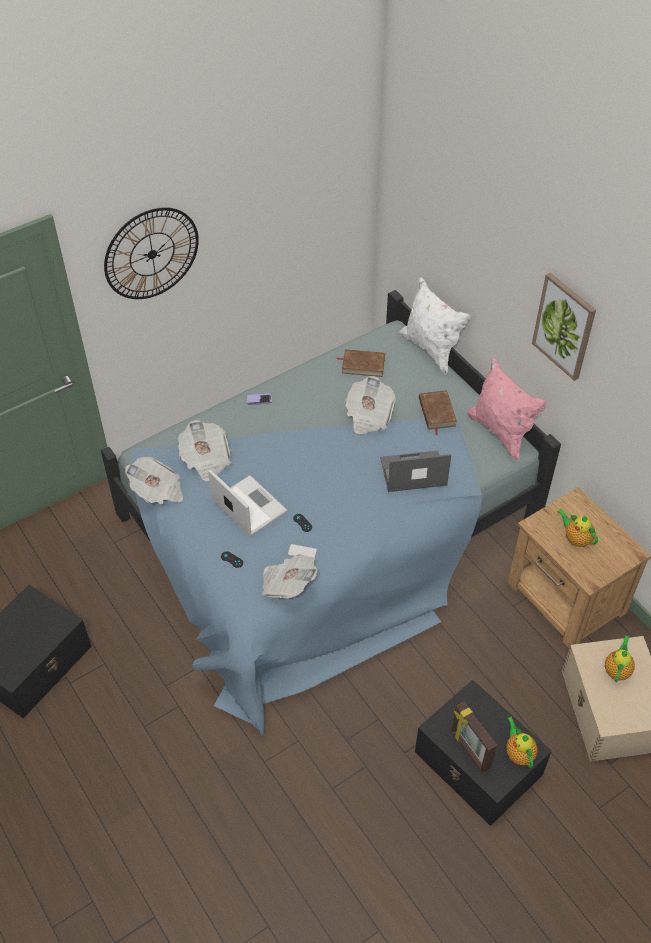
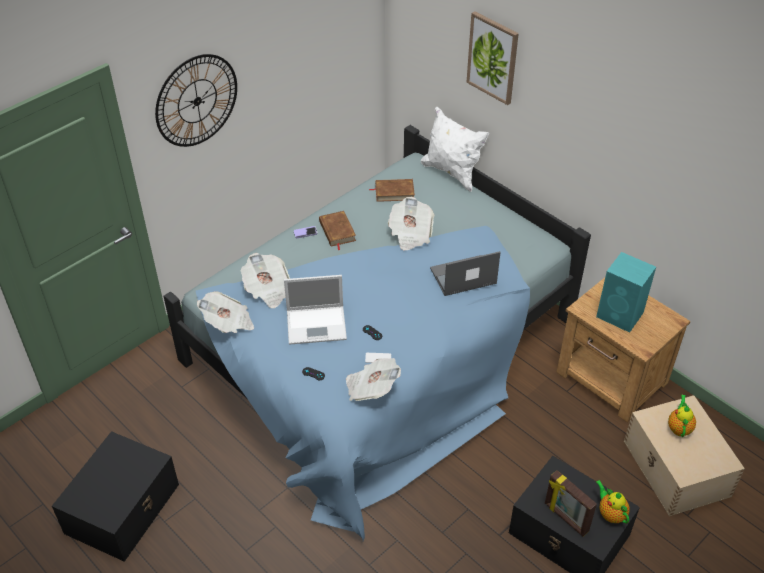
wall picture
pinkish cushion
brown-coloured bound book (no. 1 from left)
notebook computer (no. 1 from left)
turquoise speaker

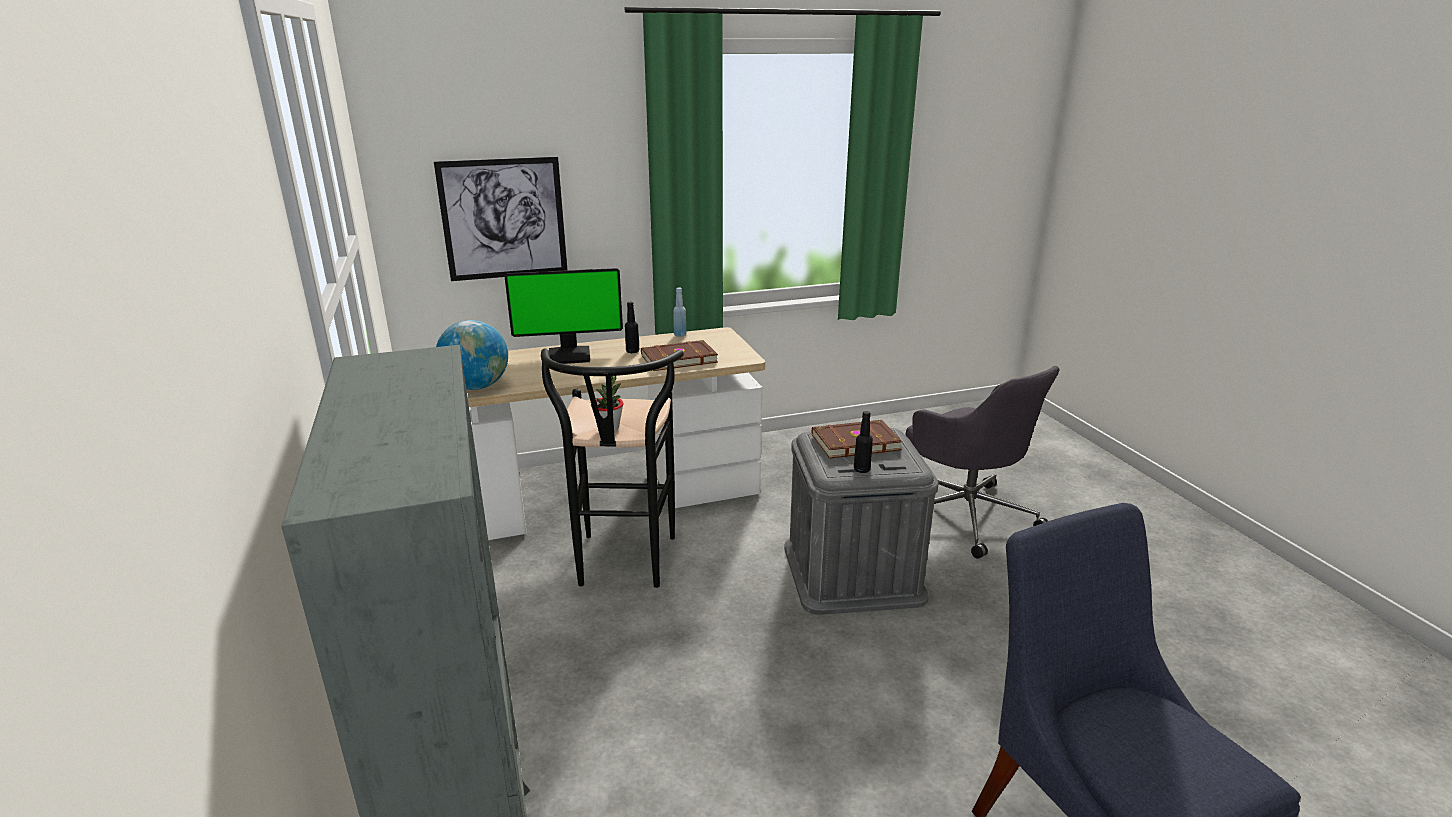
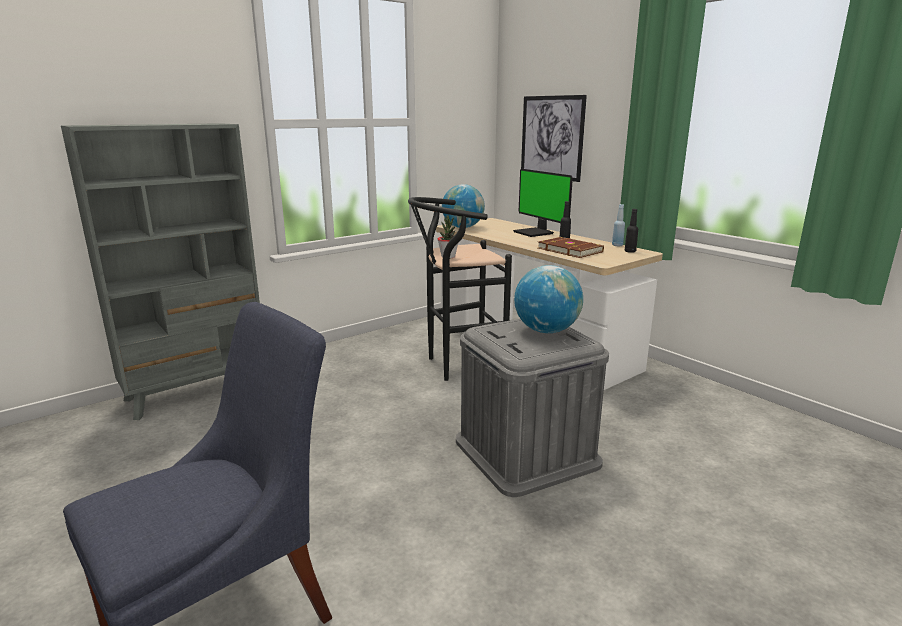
grey office chair
blackish drink bottle (no. 2 from left)
desk globe (no. 2 from left)

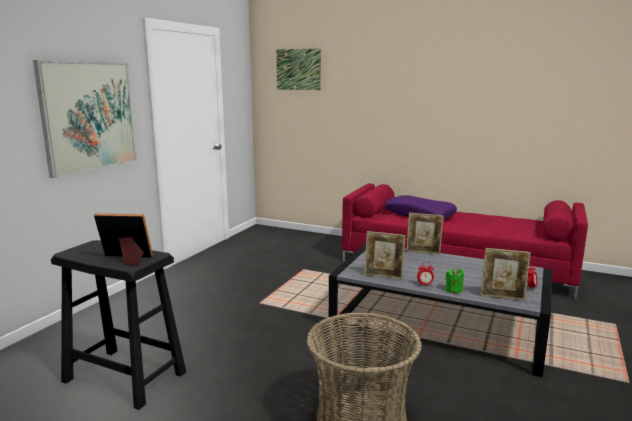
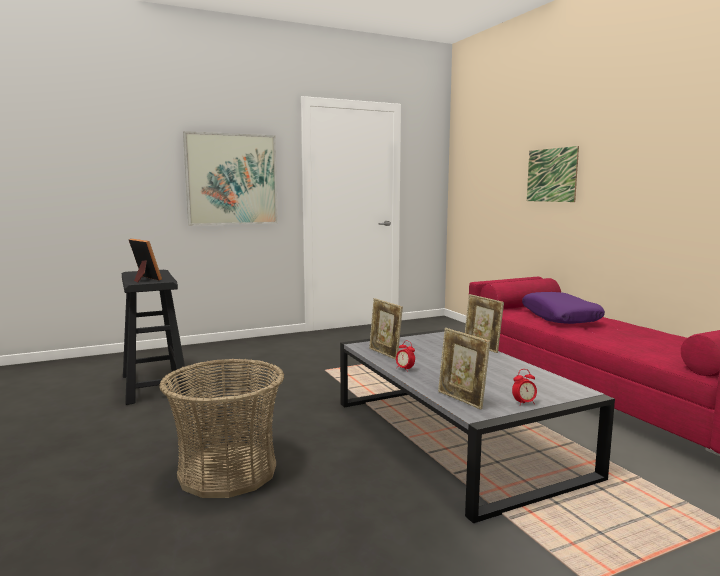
wall picture (no. 2 from left)
green wax light

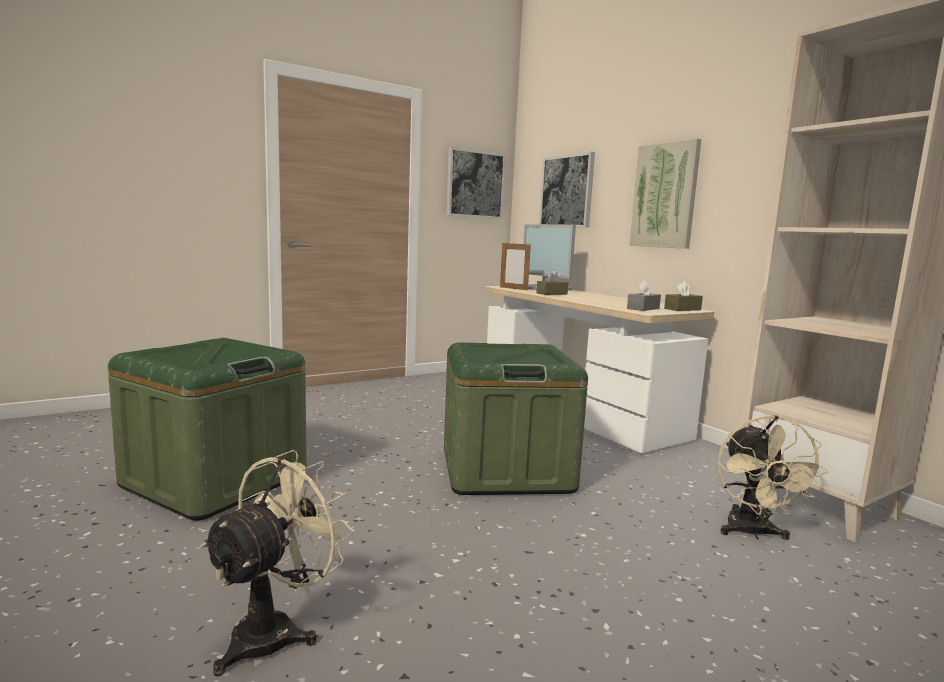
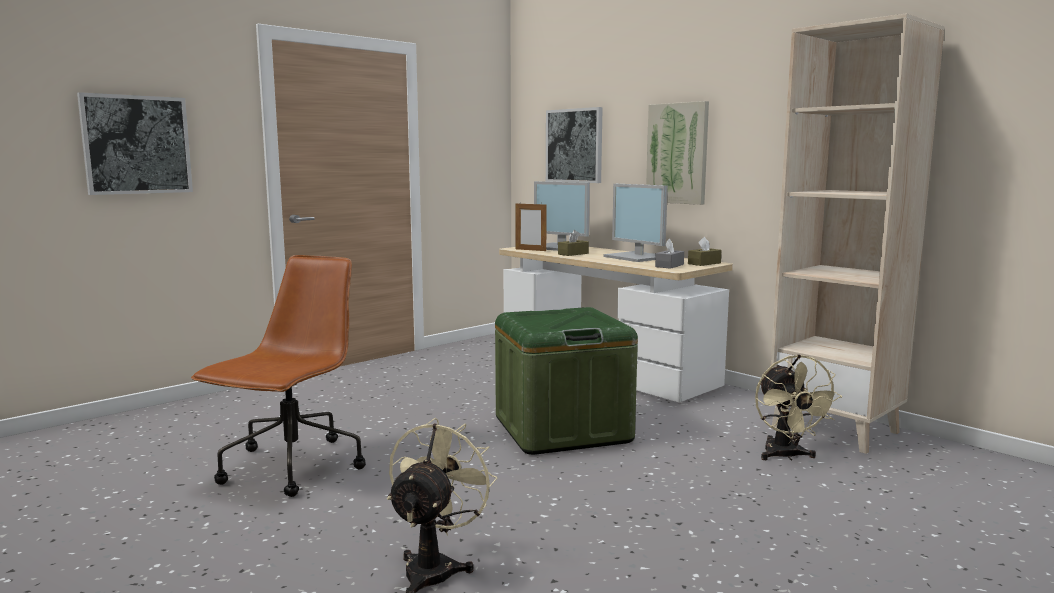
wall picture (no. 1 from left)
brown-coloured office chair
computer display (no. 2 from left)

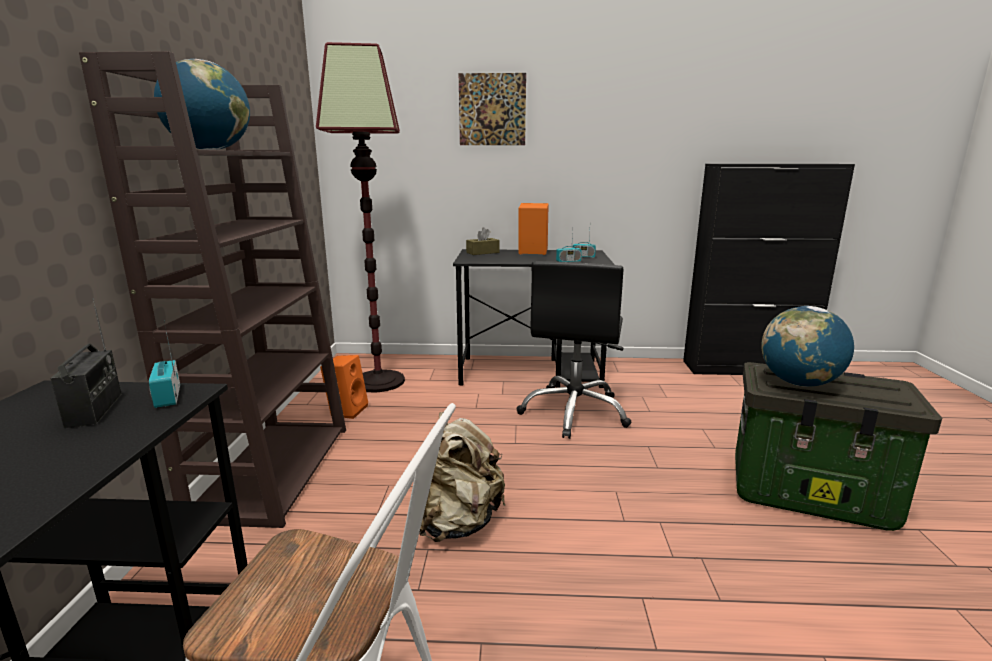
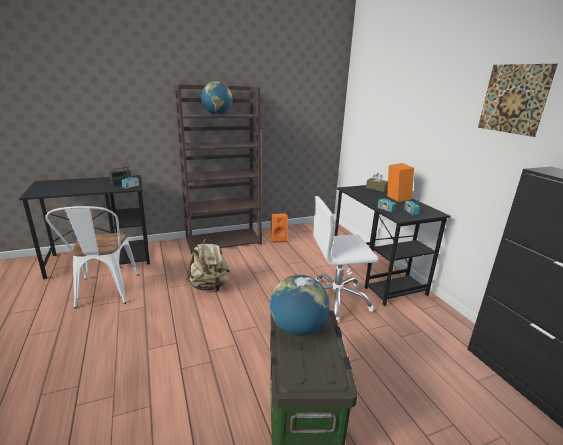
floor lamp
wall picture
white-coloured office chair

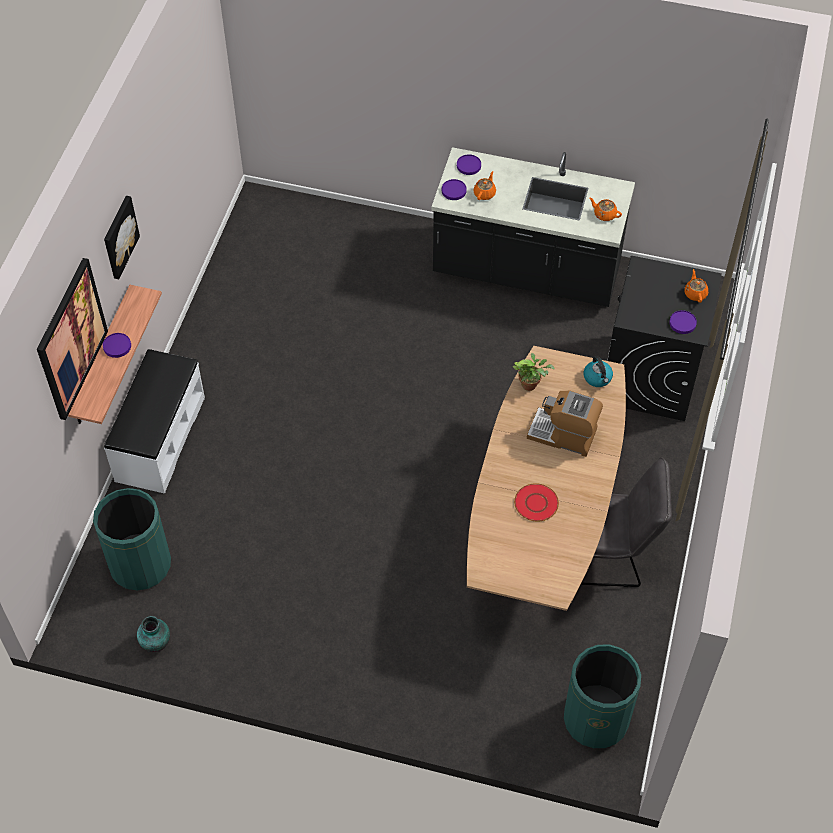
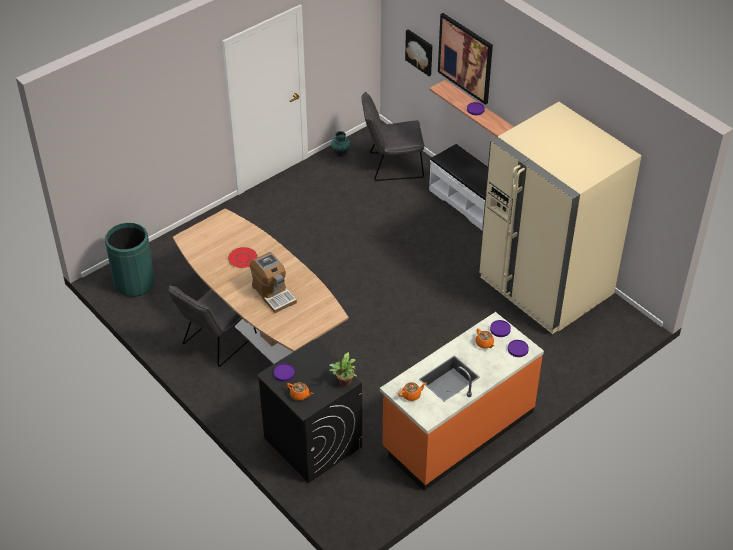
orange-coloured kitchen counter
wall picture (no. 1 from left)
plant in a pot
water kettle
coffee brewer
grey upright chair (no. 2 from left)
sand-coloured refrigerator

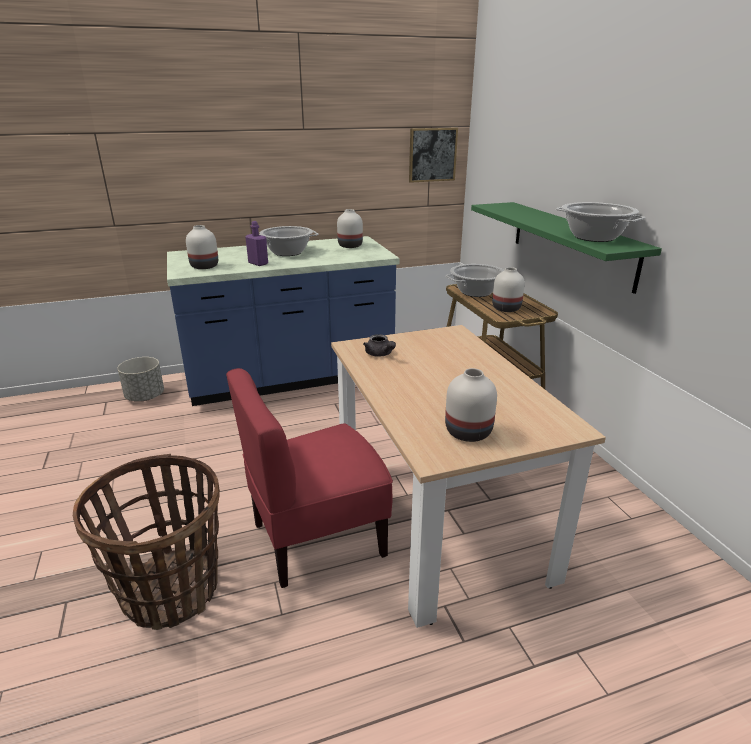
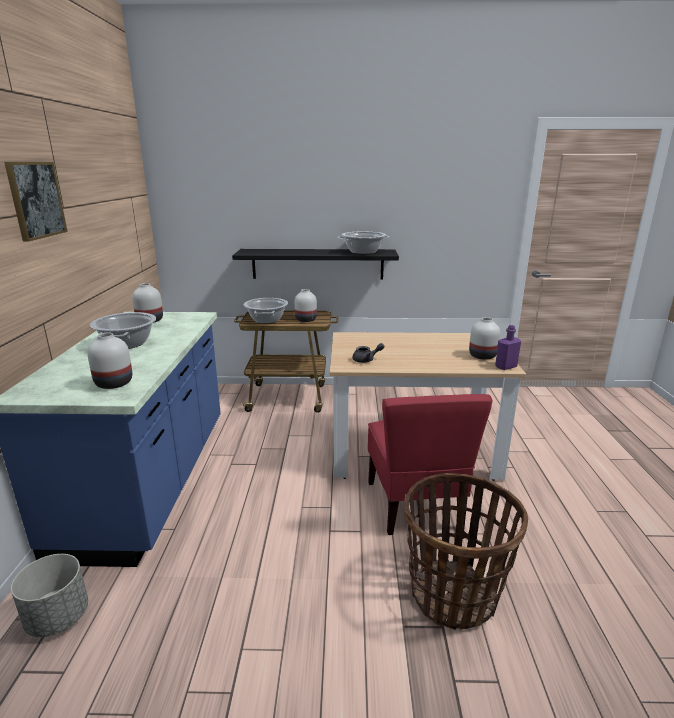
wall picture
blackish bracket shelf
purple-coloured drink bottle

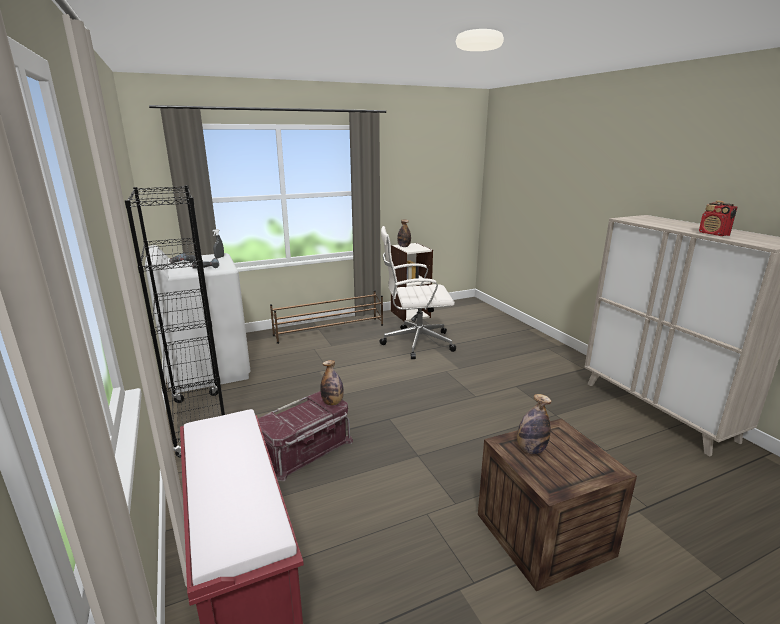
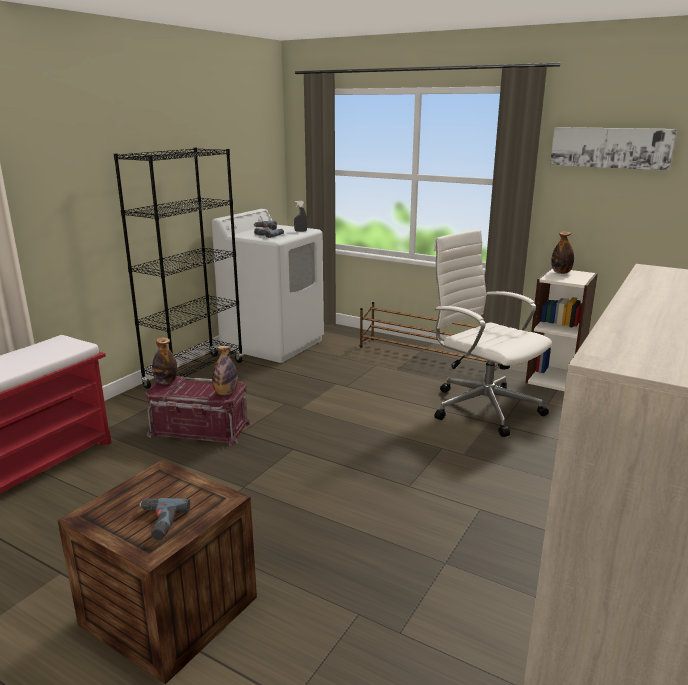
radio set
drink bottle (no. 1 from left)
wall picture
electric drill (no. 1 from left)

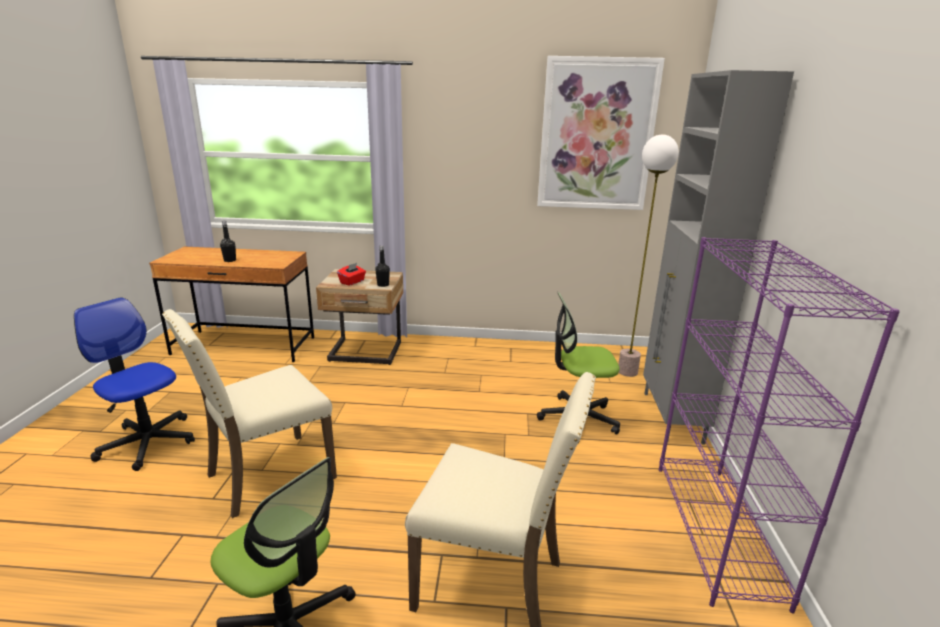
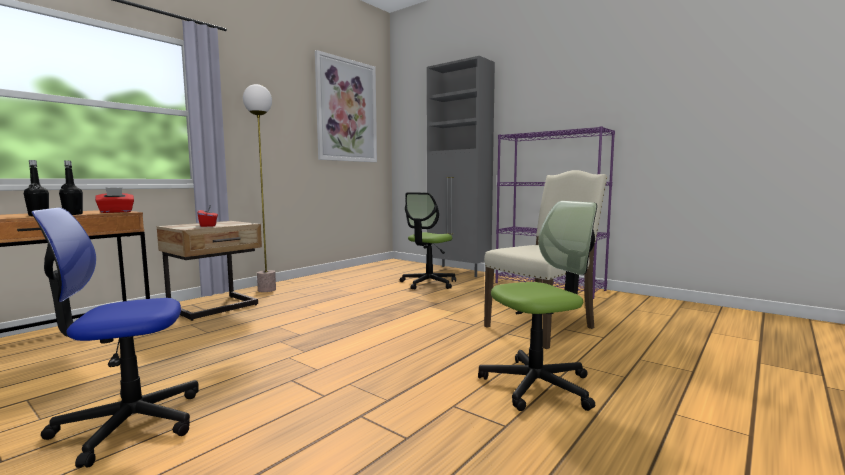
floor lamp
blackish drink bottle (no. 2 from left)
sand-coloured upright chair (no. 1 from left in the first image)
red box of tissues (no. 1 from left)

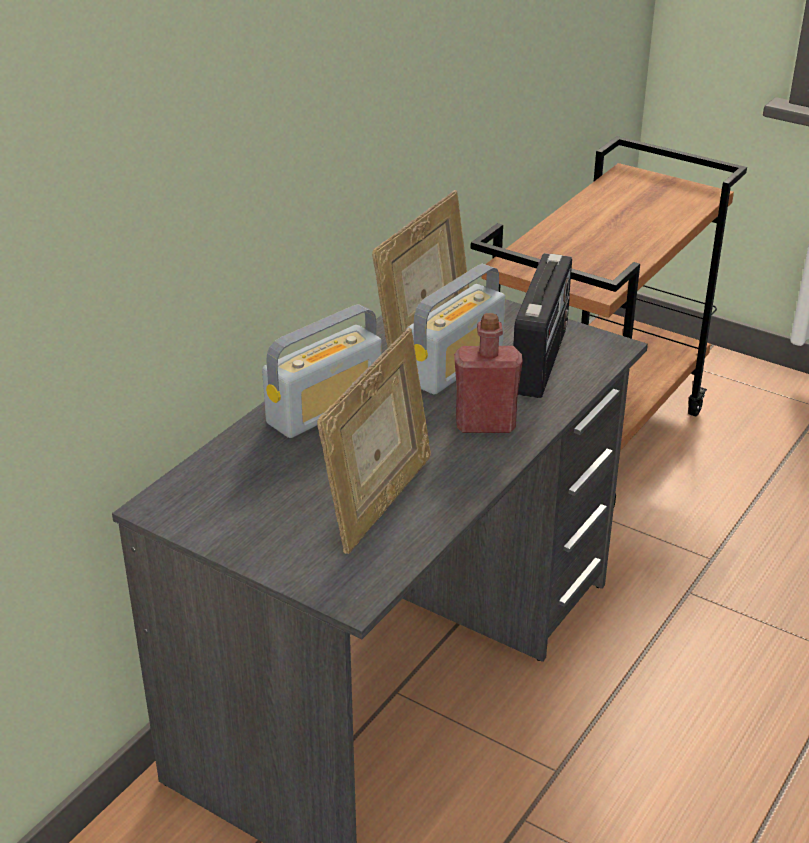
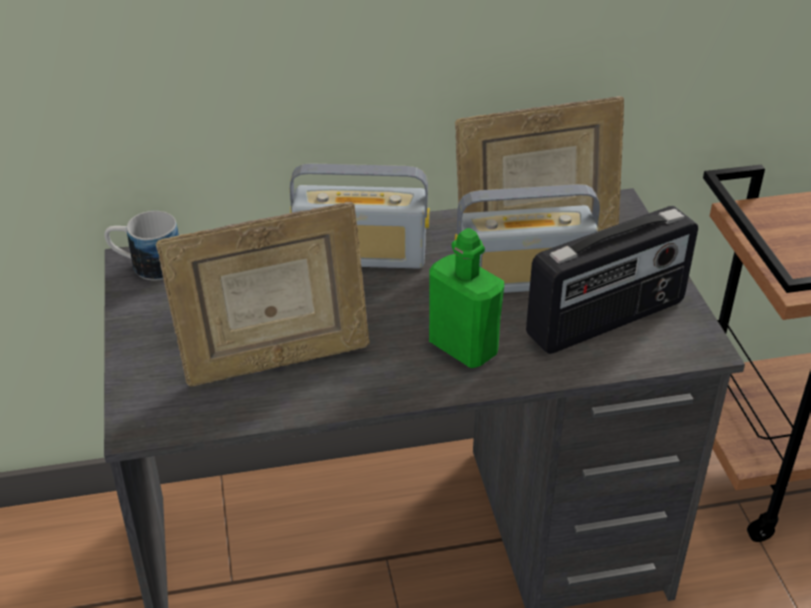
green drink bottle
tea mug

